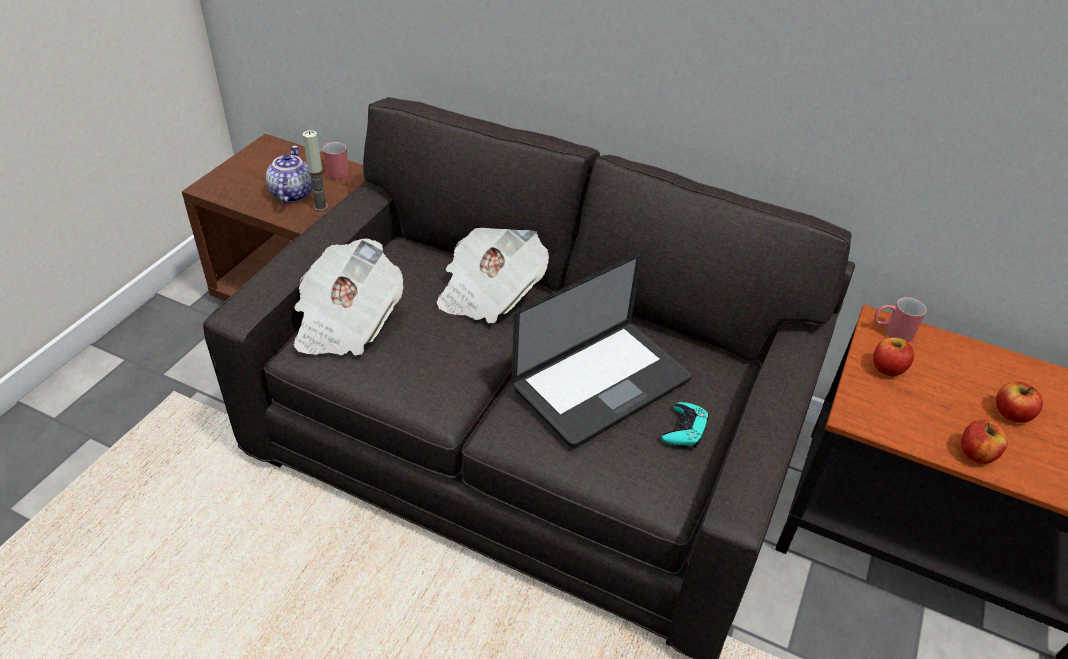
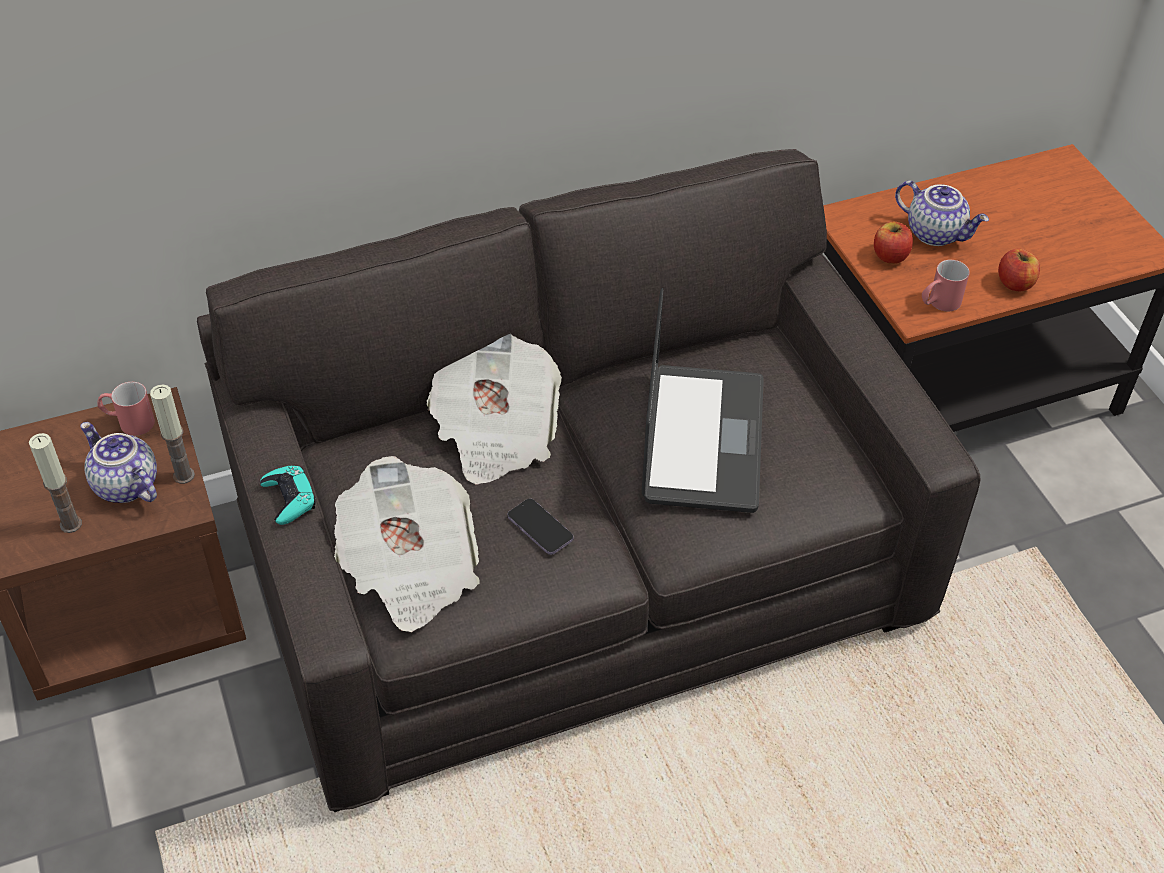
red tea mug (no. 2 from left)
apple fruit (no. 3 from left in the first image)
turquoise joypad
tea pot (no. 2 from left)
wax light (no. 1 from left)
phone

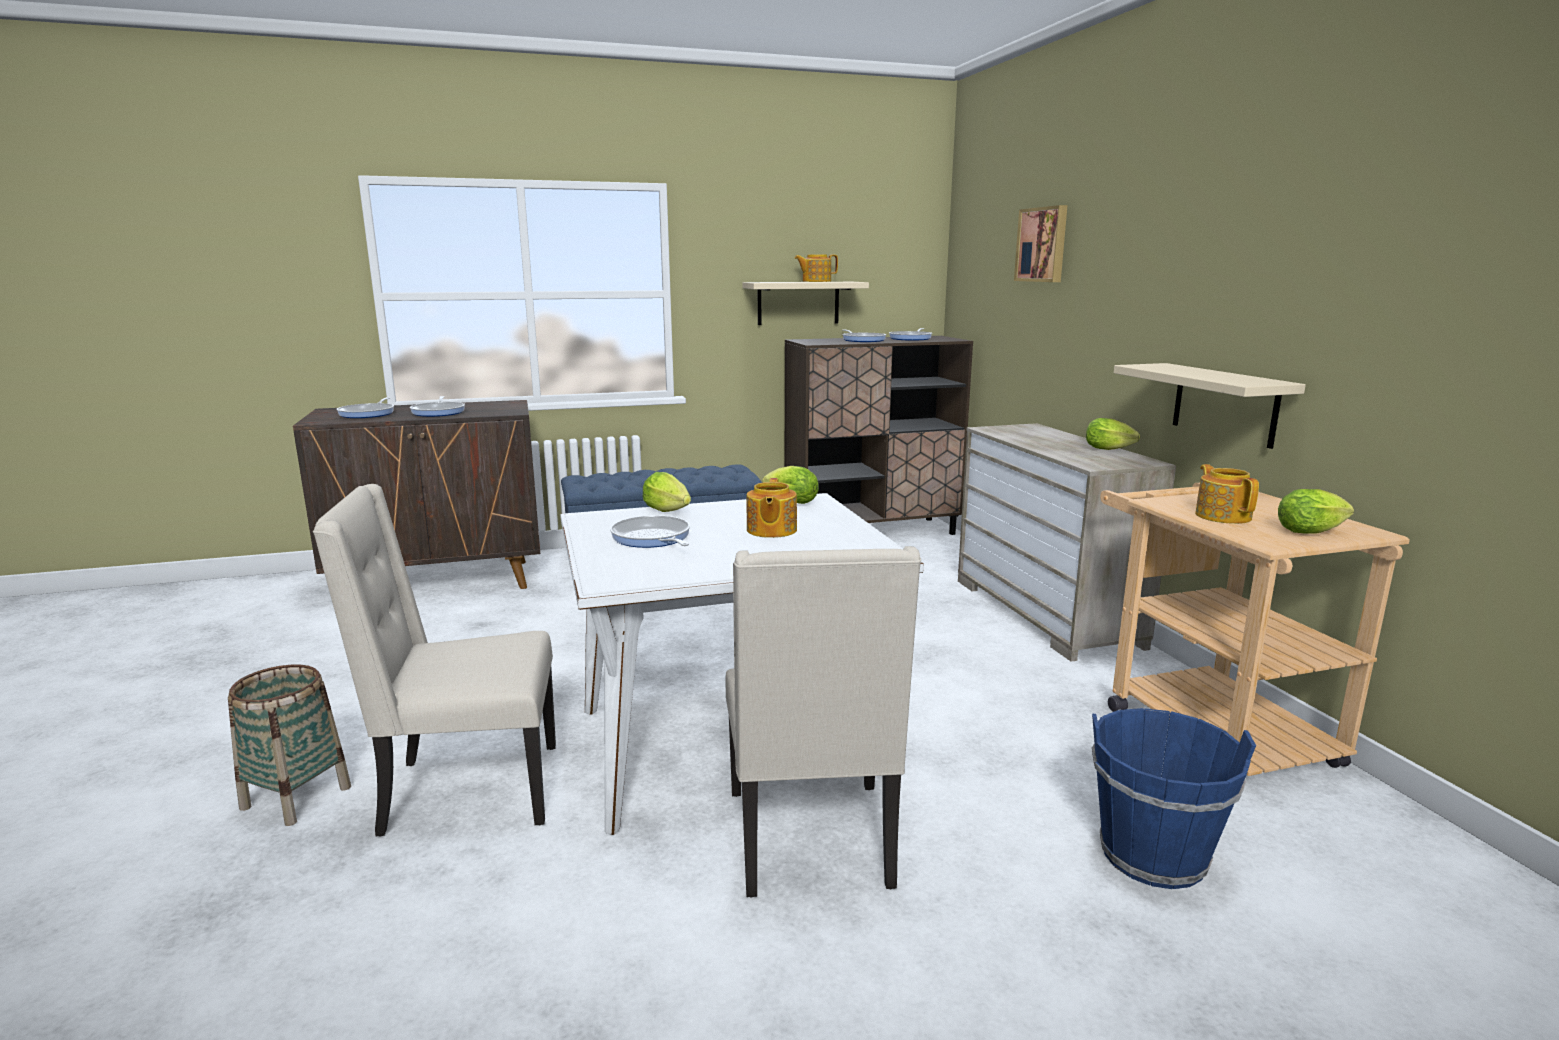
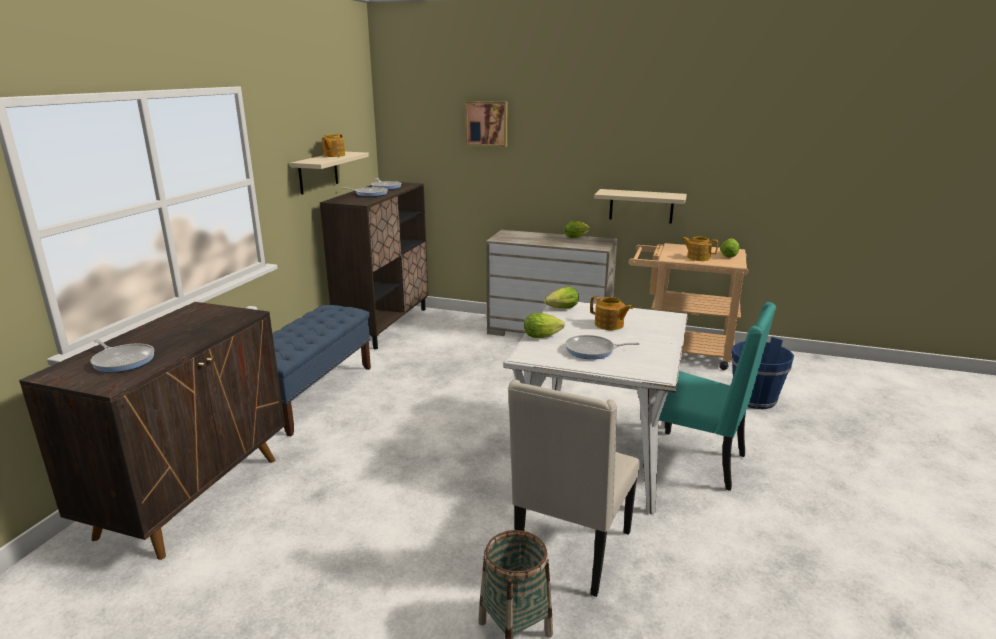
pan (no. 2 from left in the first image)
turquoise upright chair

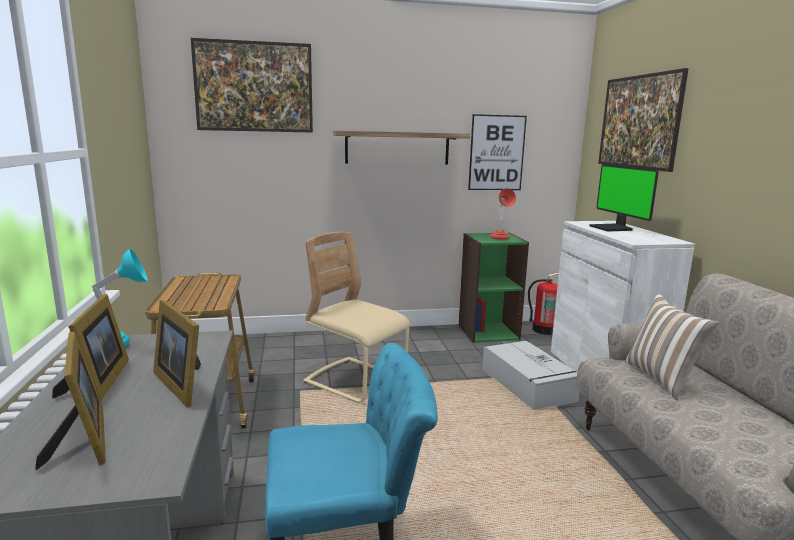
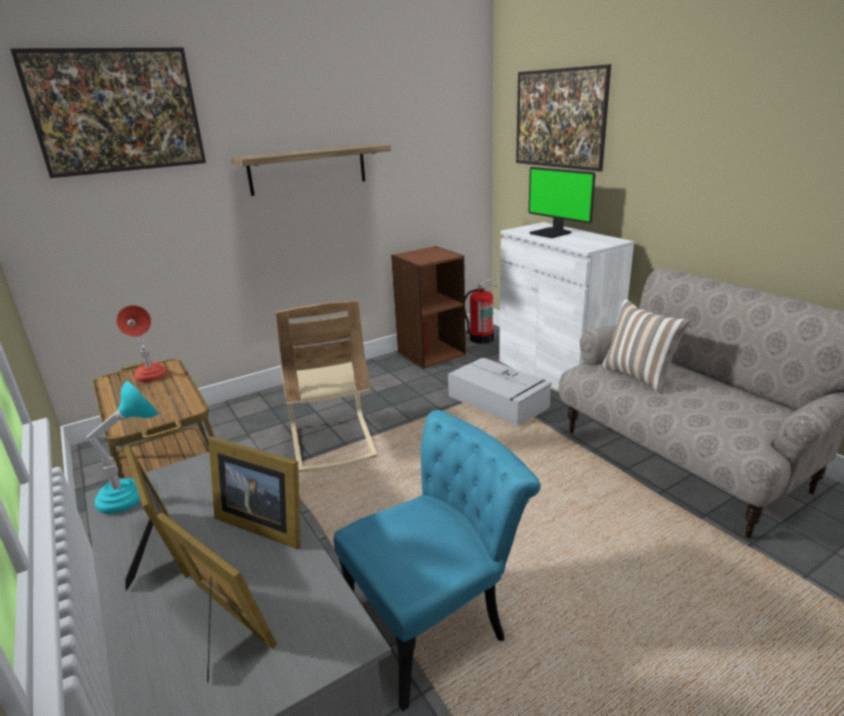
wall picture (no. 2 from left in the first image)
red table lamp
sand-coloured upright chair
brown-coloured shelving unit

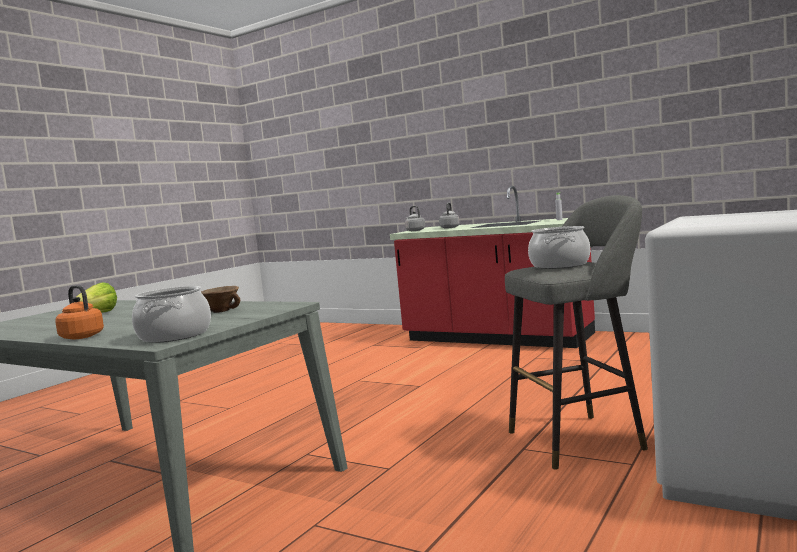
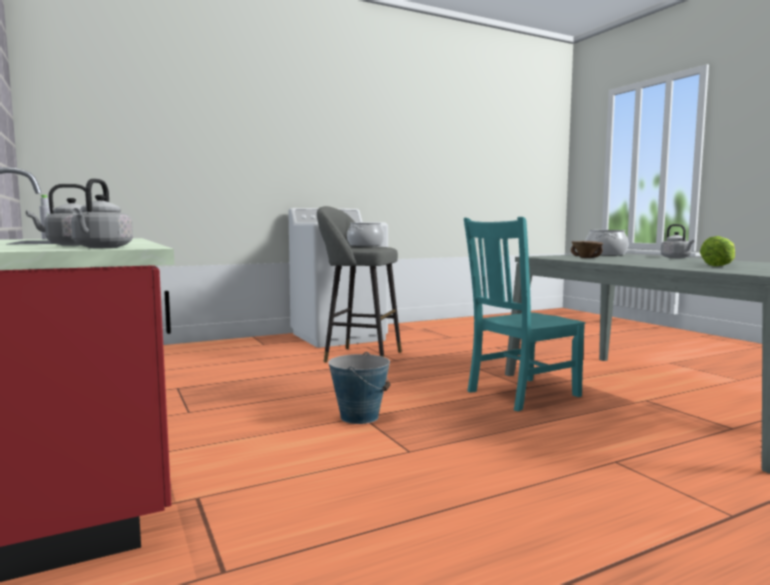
grey water kettle (no. 3 from left)
turquoise upright chair
water bucket

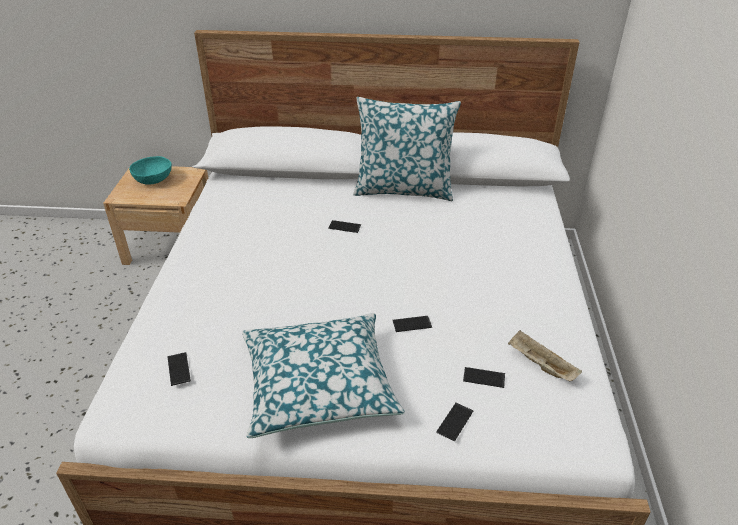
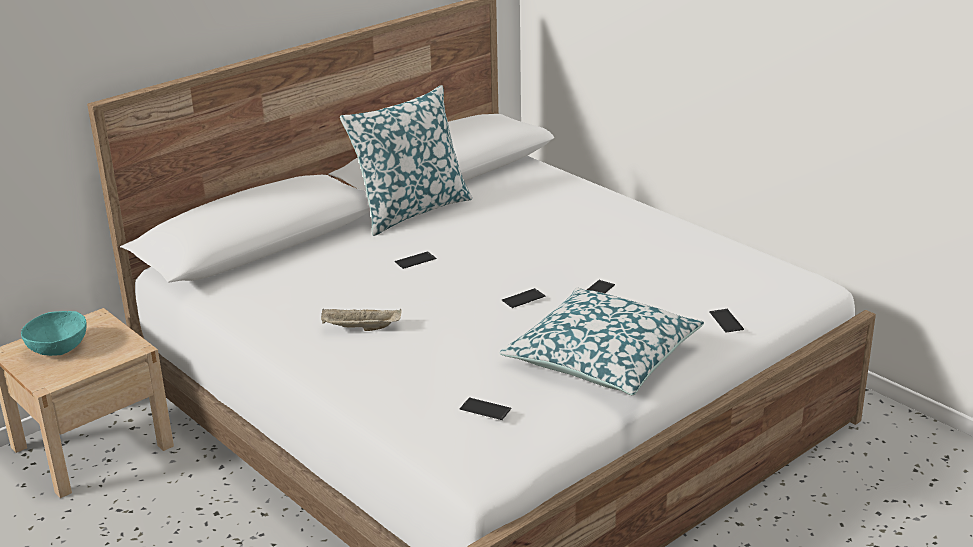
sand-coloured carrying tray
phone (no. 3 from left)

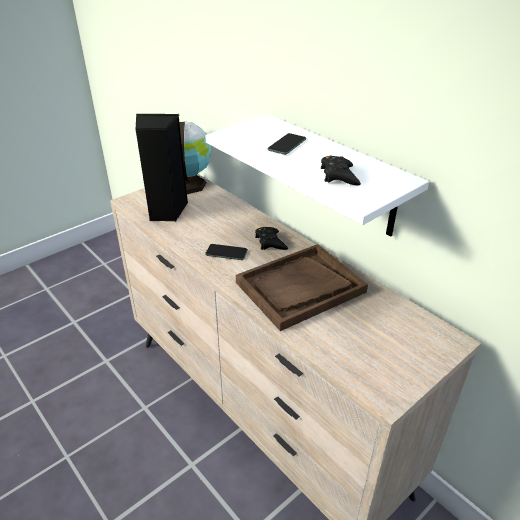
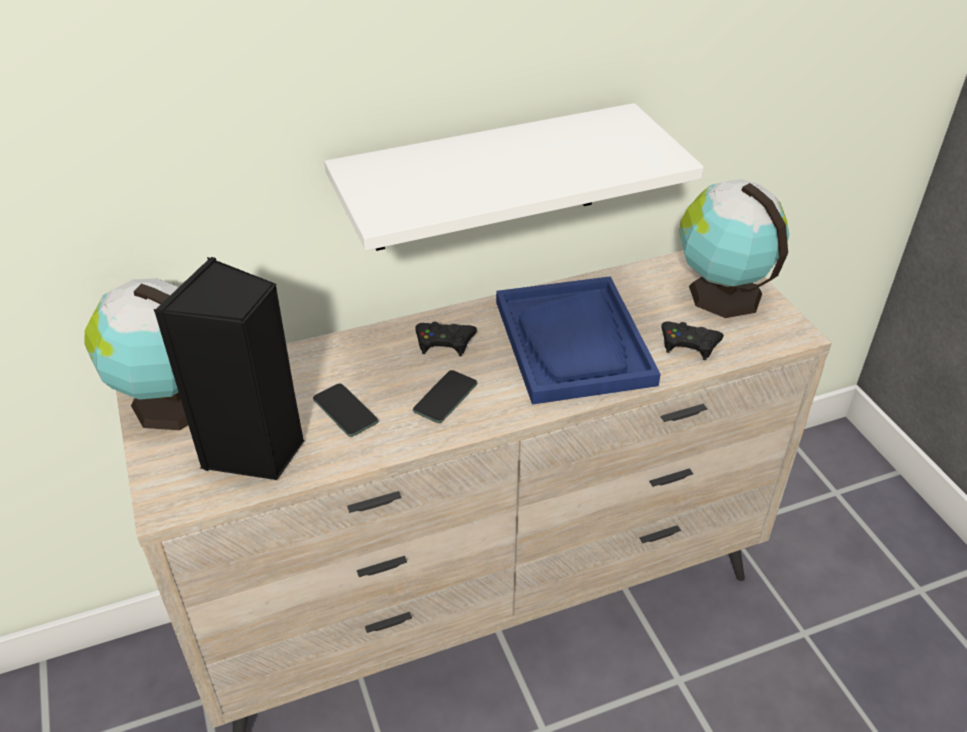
phone (no. 1 from left)
blackish joypad (no. 2 from left)
bluish carrying tray
desk globe (no. 2 from left)

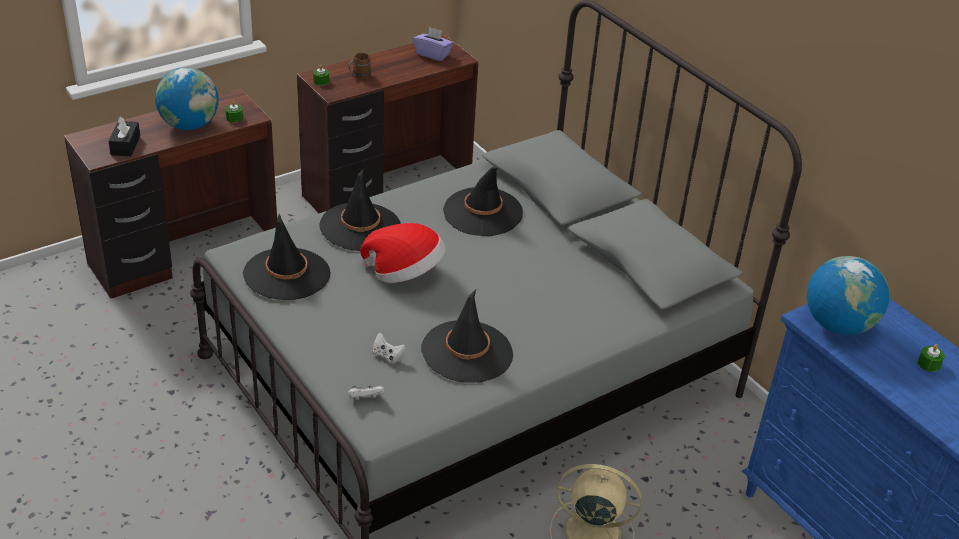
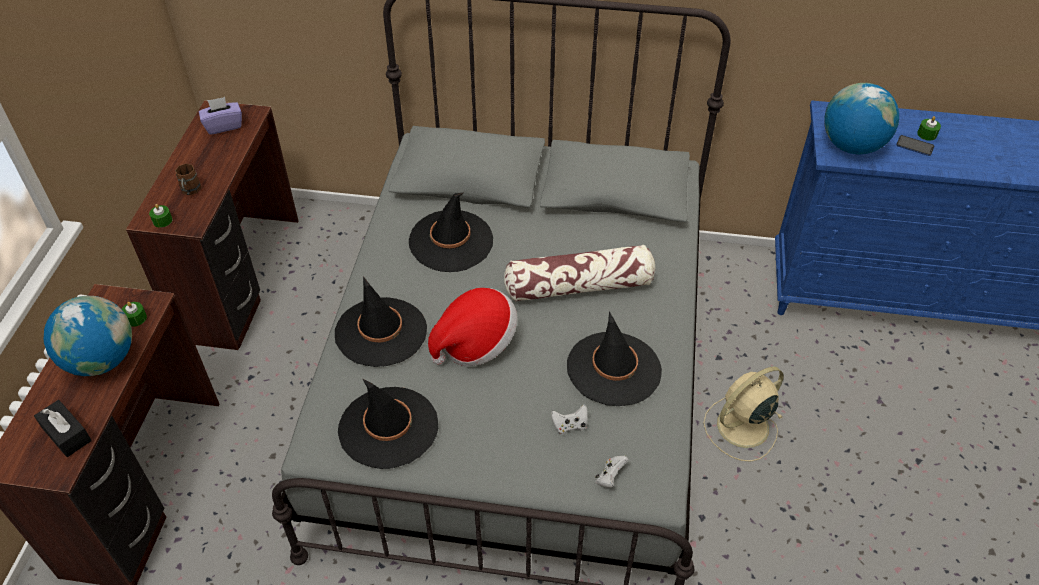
phone
cushion

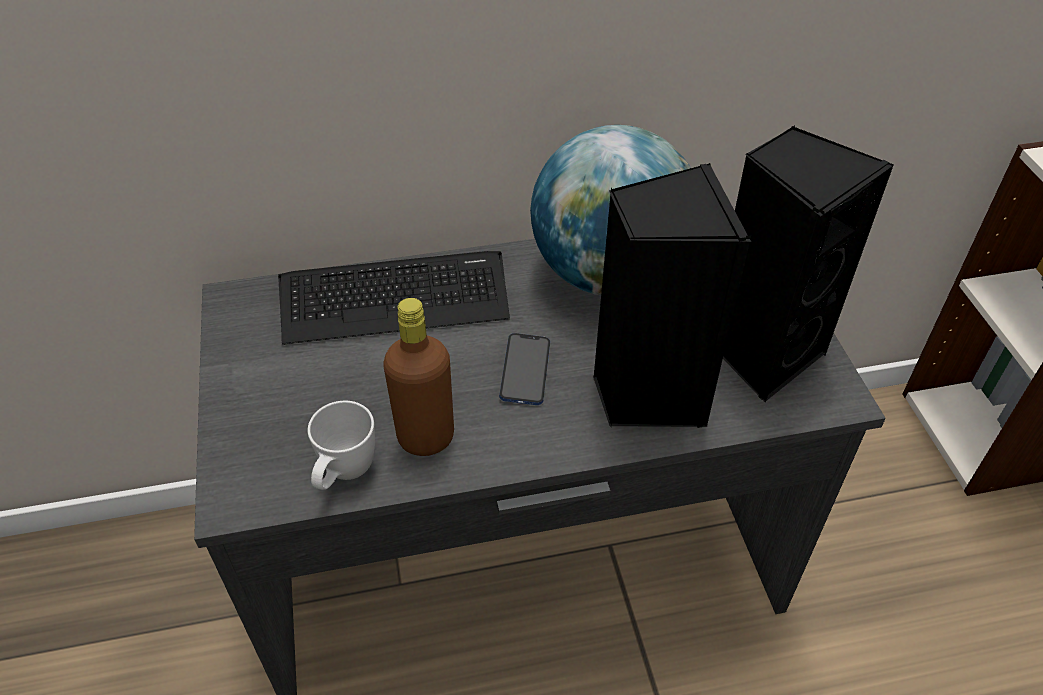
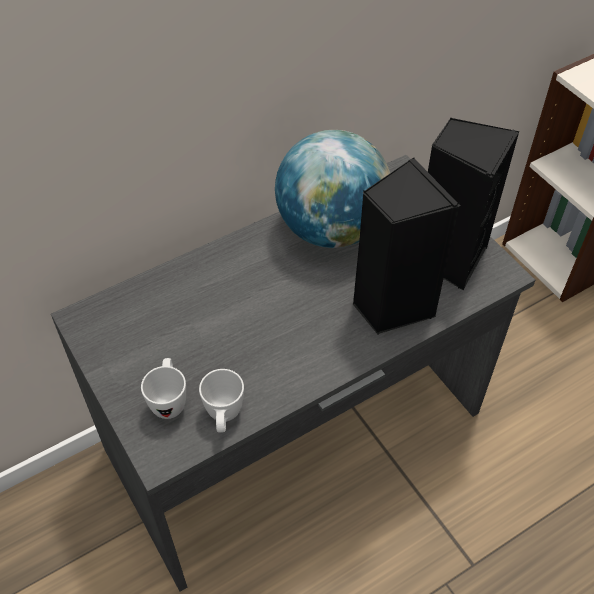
keyboard
brown-coloured drink bottle
phone
white-coloured tea mug (no. 1 from left)

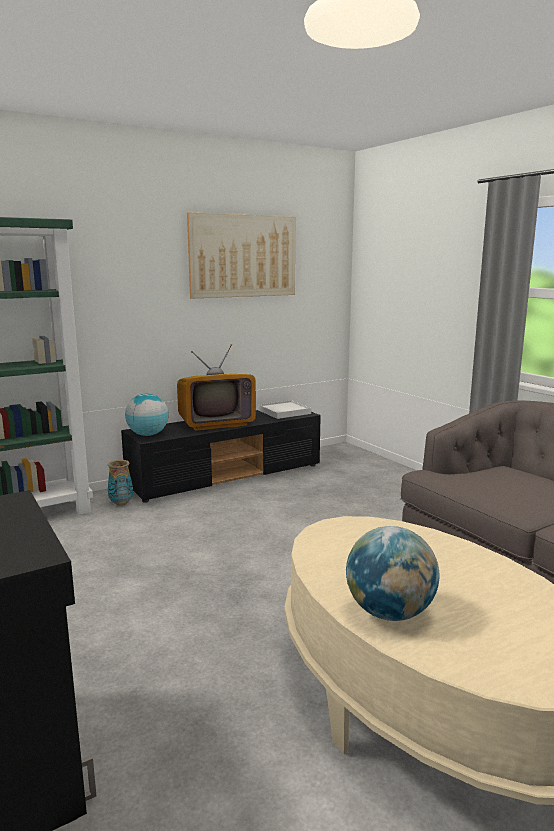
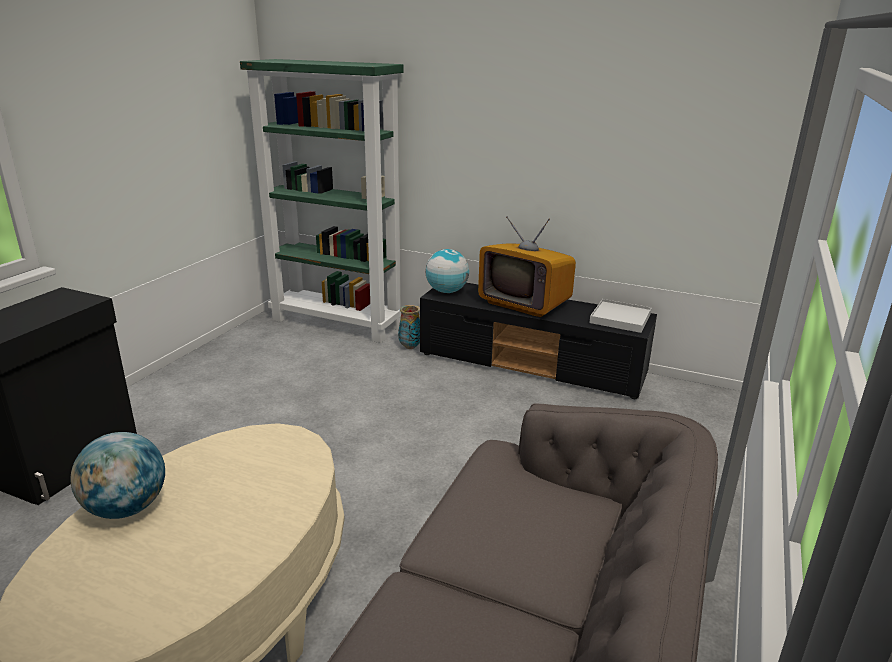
wall picture

